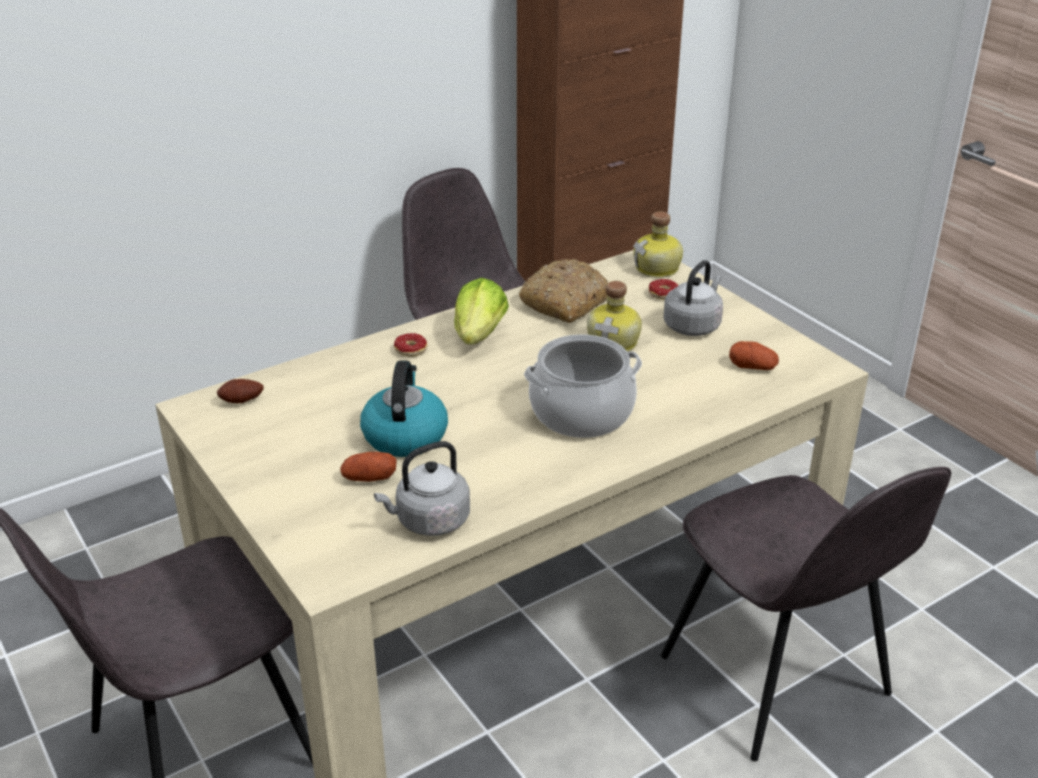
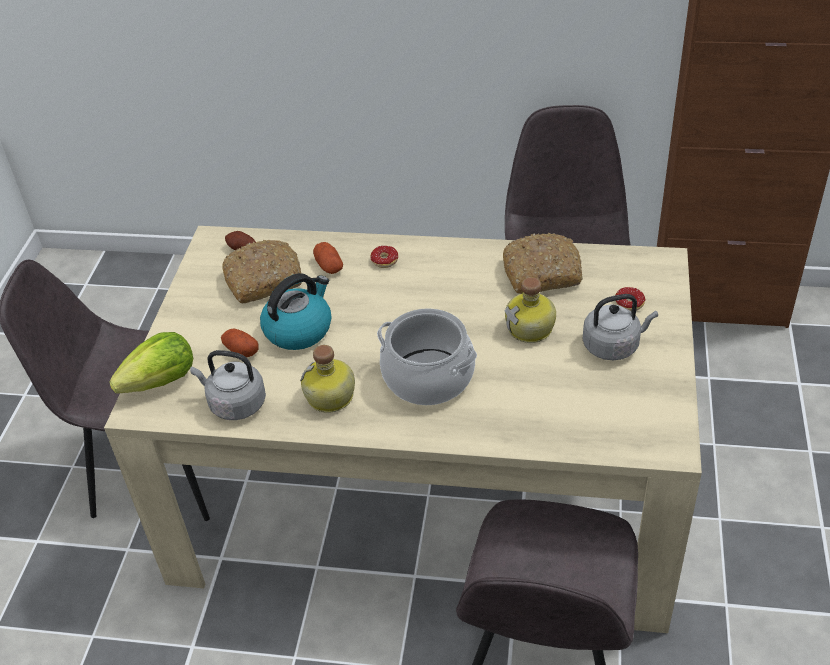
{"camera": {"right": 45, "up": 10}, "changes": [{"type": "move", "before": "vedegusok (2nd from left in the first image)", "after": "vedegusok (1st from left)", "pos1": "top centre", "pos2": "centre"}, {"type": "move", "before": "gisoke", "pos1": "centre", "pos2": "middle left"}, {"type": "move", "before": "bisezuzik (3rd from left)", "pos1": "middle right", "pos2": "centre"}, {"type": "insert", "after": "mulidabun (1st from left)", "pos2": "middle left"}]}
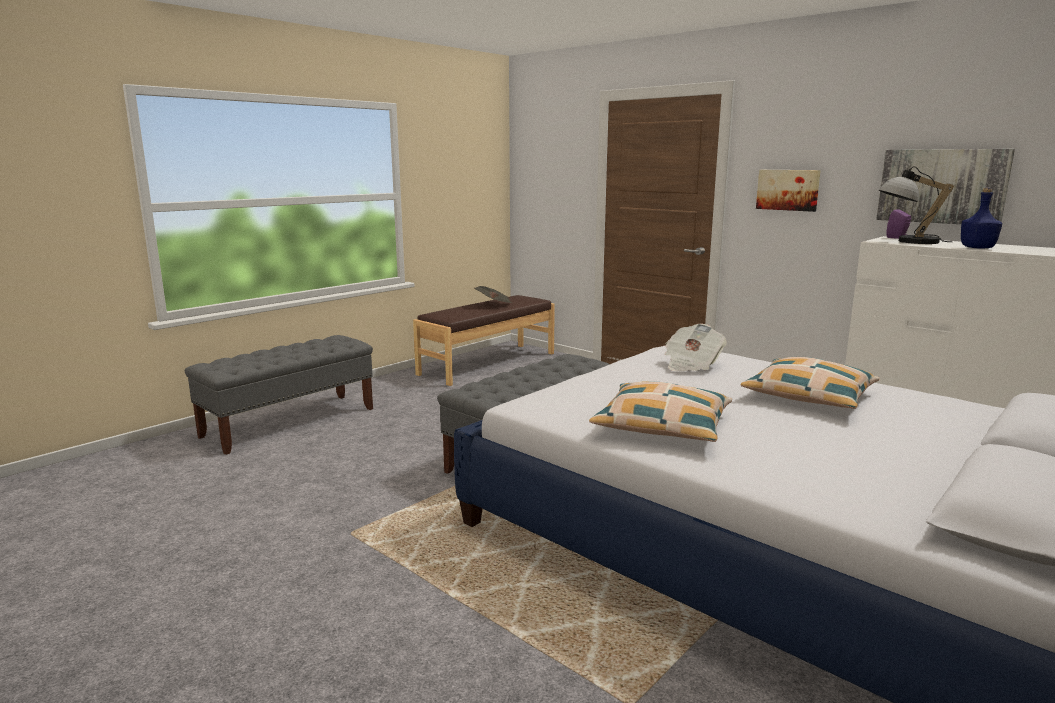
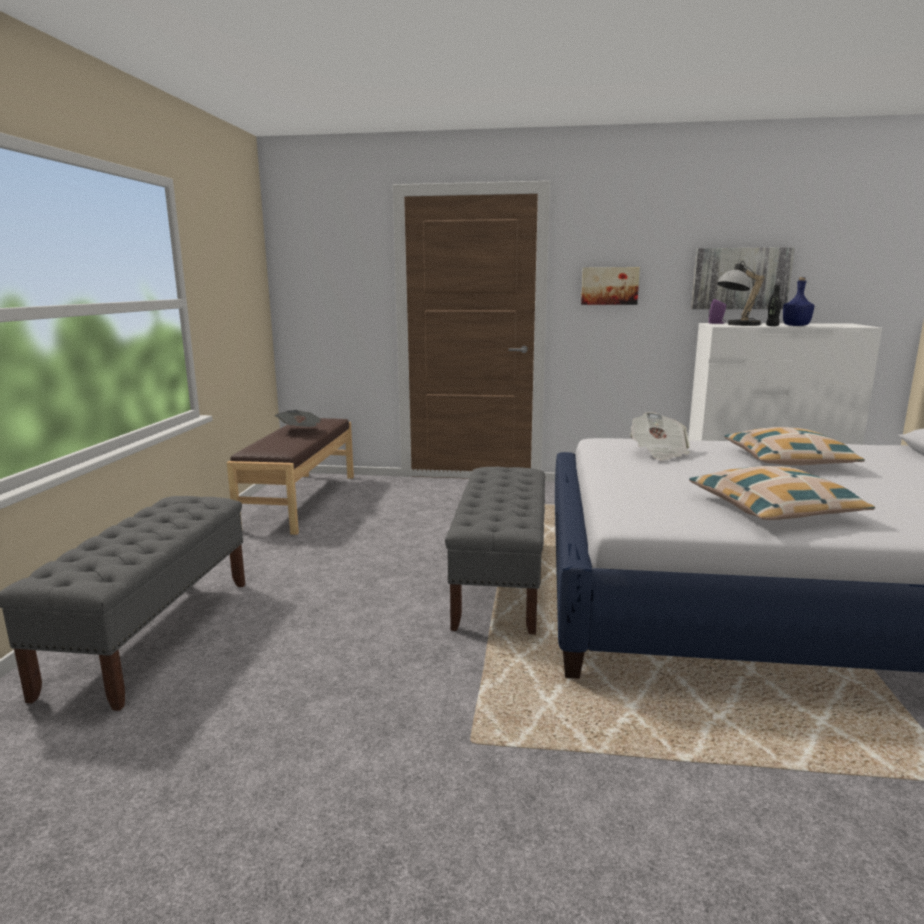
{"camera": {"right": -35, "up": 0}, "changes": [{"type": "insert", "after": "vedegusok (black)", "pos2": "top right"}]}
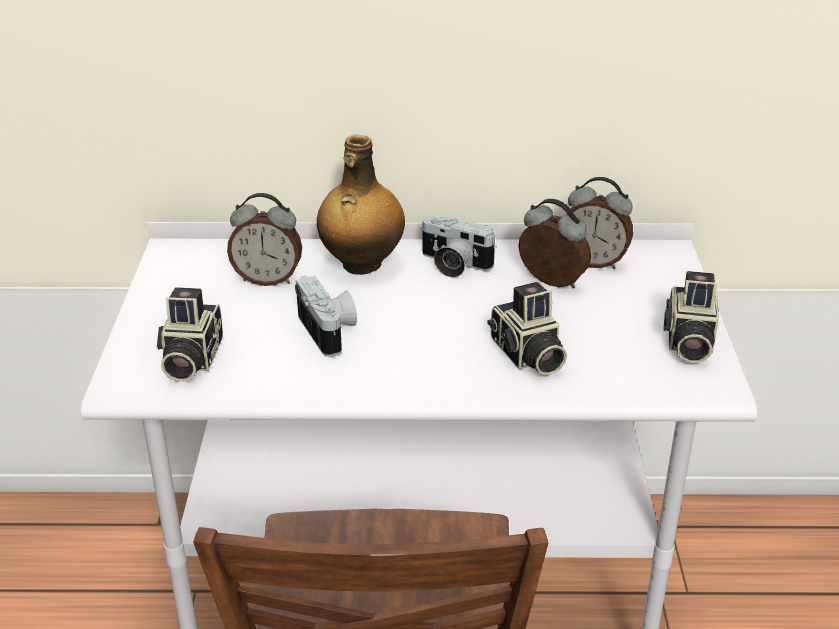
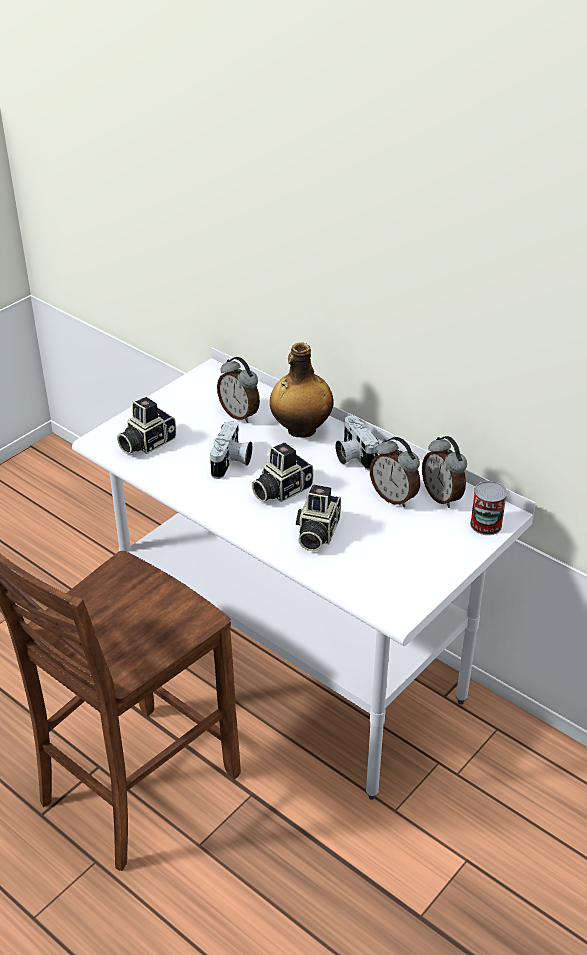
{"camera": {"right": 40, "up": 5}, "changes": [{"type": "rotate", "before": "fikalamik (2nd from left)", "pos1": "centre", "pos2": "middle right", "turn": 150}, {"type": "move", "before": "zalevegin (5th from left in the first image)", "after": "zalevegin (3rd from left)", "pos1": "middle right", "pos2": "centre"}, {"type": "insert", "after": "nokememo", "pos2": "middle right"}]}
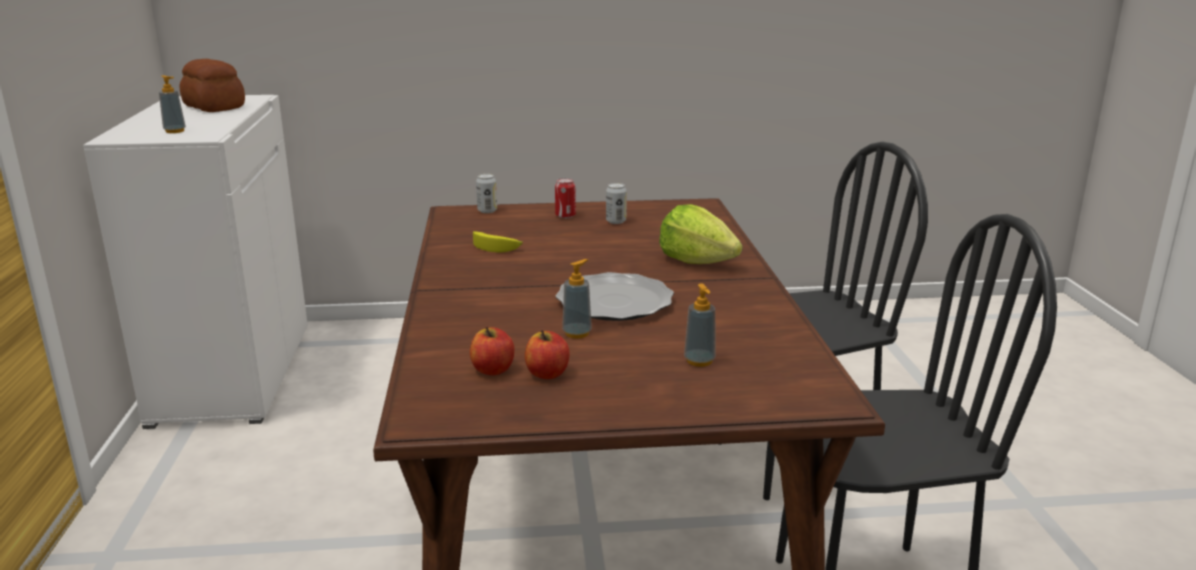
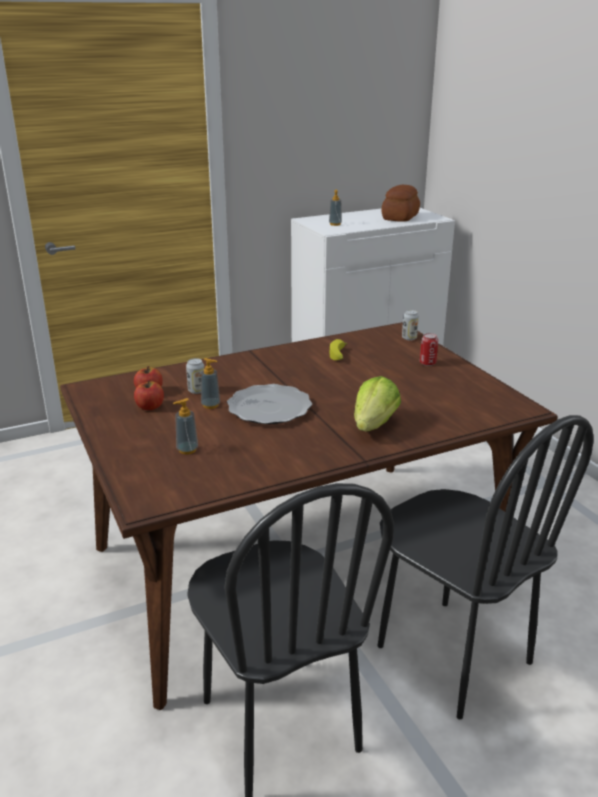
{"camera": {"right": 70, "up": 5}, "changes": [{"type": "move", "before": "nokememo (3rd from left in the first image)", "after": "nokememo (1st from left)", "pos1": "centre", "pos2": "middle left"}]}
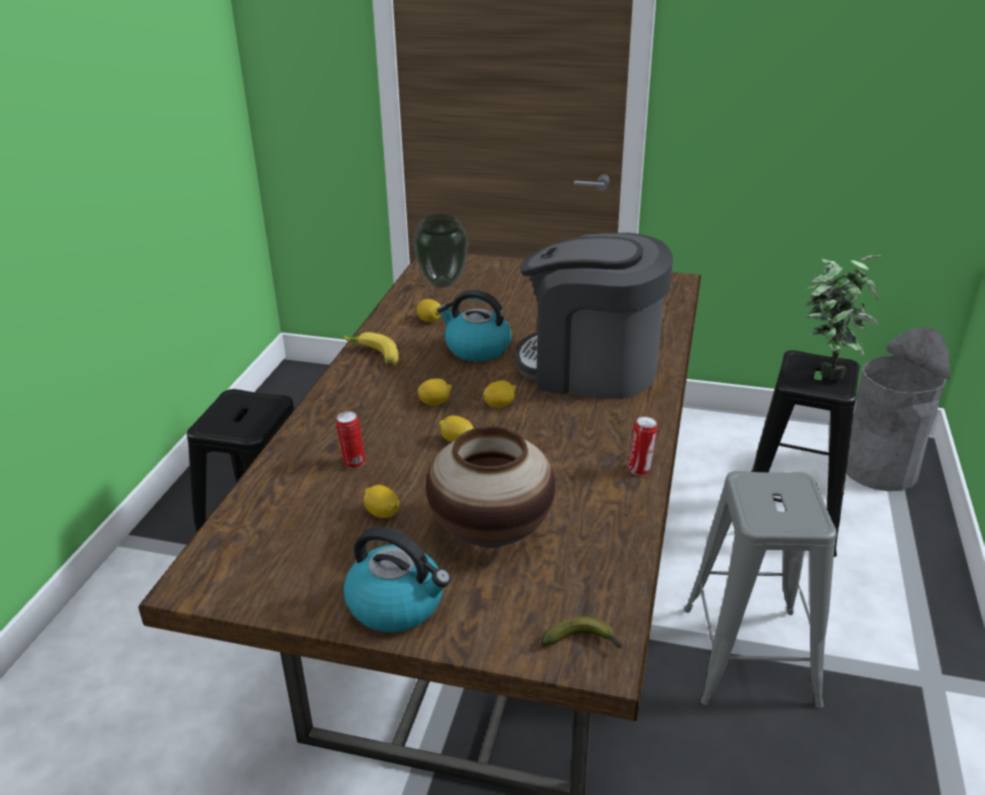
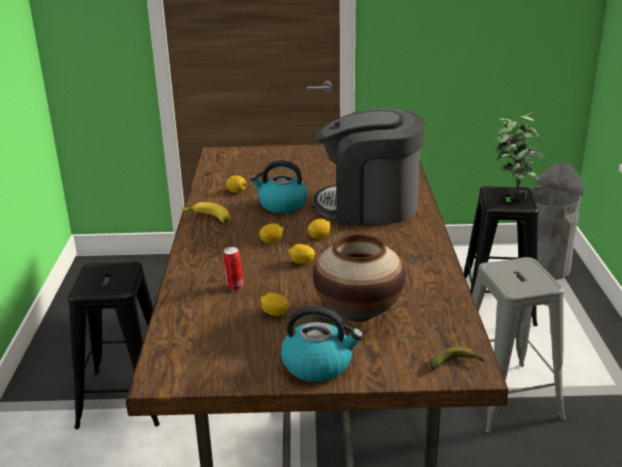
{"camera": {"right": -15, "up": -5}, "changes": [{"type": "delete", "before": "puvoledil (1st from left)", "pos1": "top centre"}, {"type": "delete", "before": "nokememo (2nd from left)", "pos1": "centre"}]}
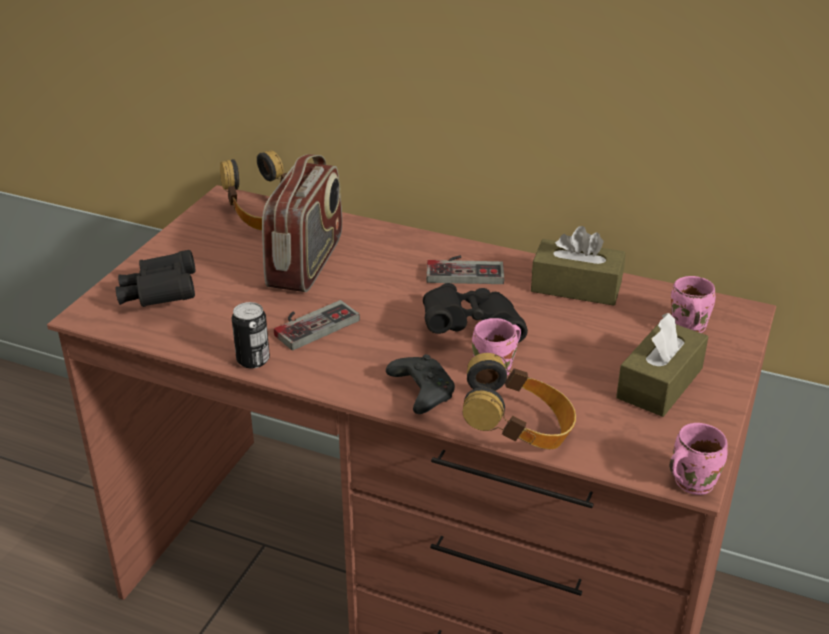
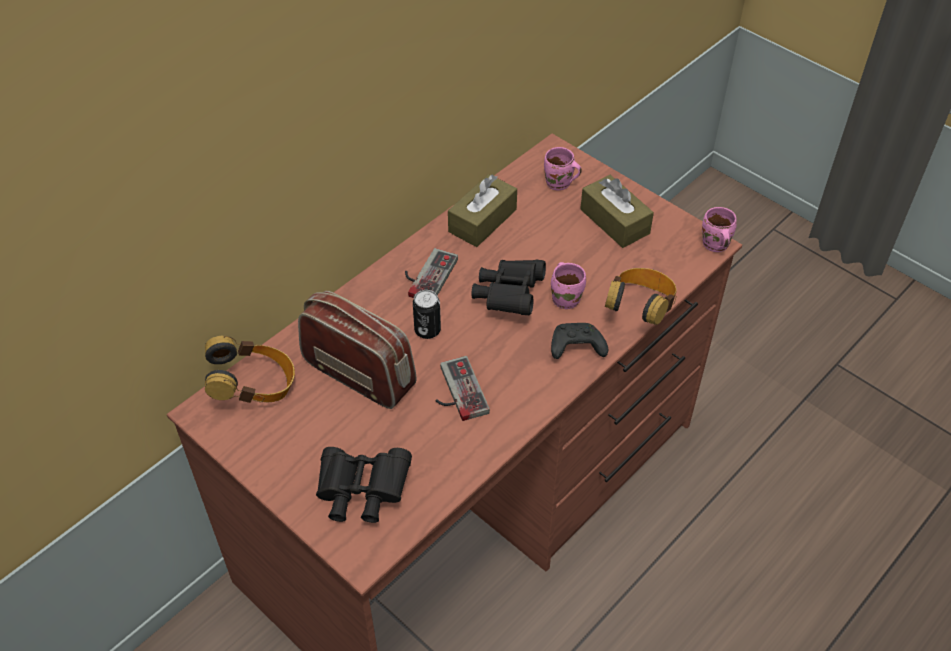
{"camera": {"right": -70, "up": 15}, "changes": [{"type": "move", "before": "nokememo", "pos1": "middle left", "pos2": "centre"}]}
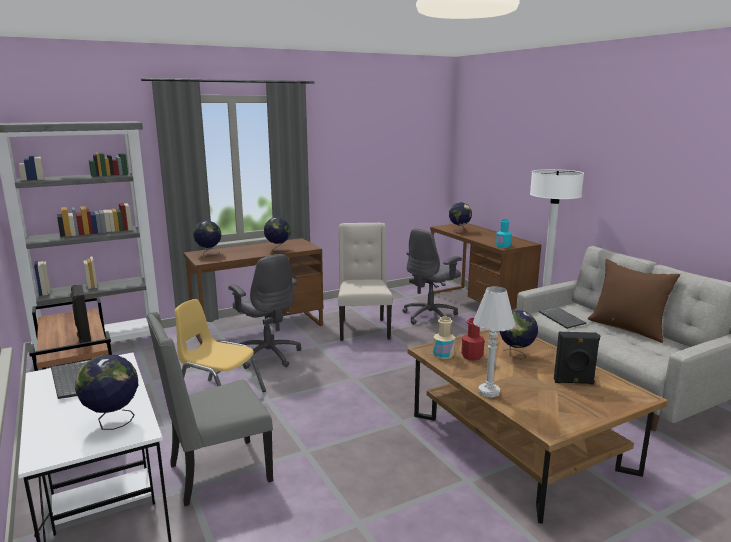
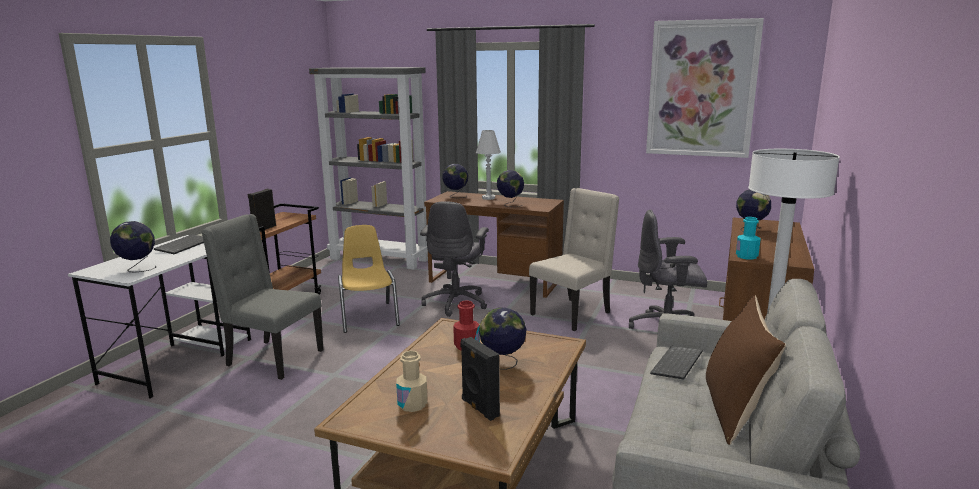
{"camera": {"right": 50, "up": 0}, "changes": [{"type": "move", "before": "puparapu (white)", "pos1": "middle right", "pos2": "centre"}, {"type": "move", "before": "vedegusok (beige)", "pos1": "centre", "pos2": "bottom centre"}, {"type": "insert", "after": "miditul", "pos2": "top right"}]}
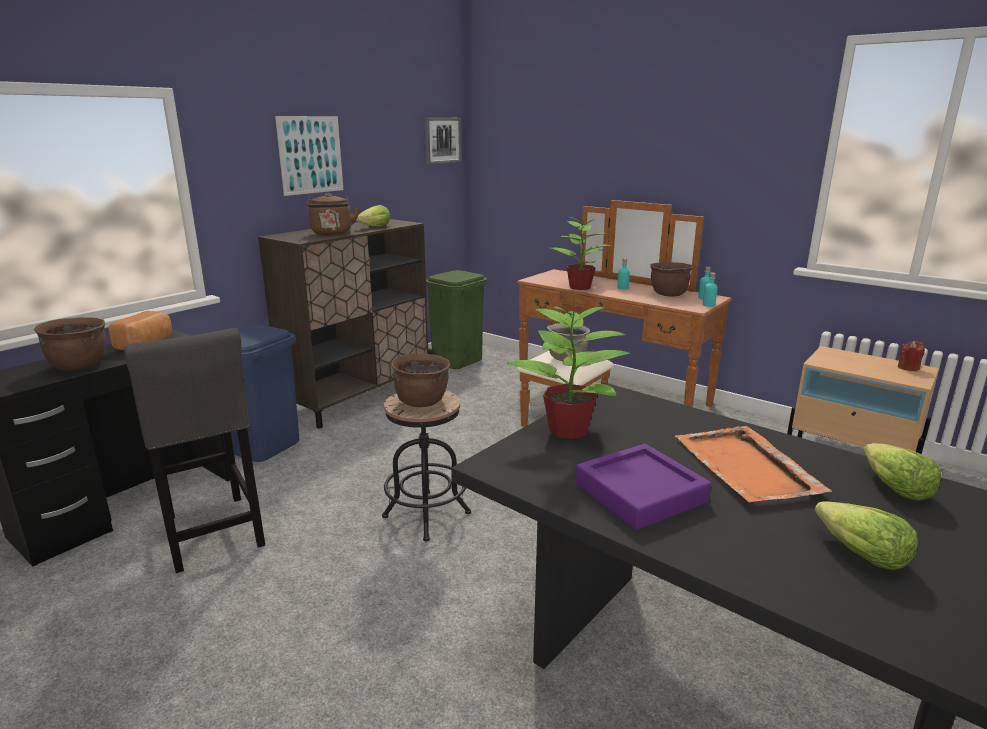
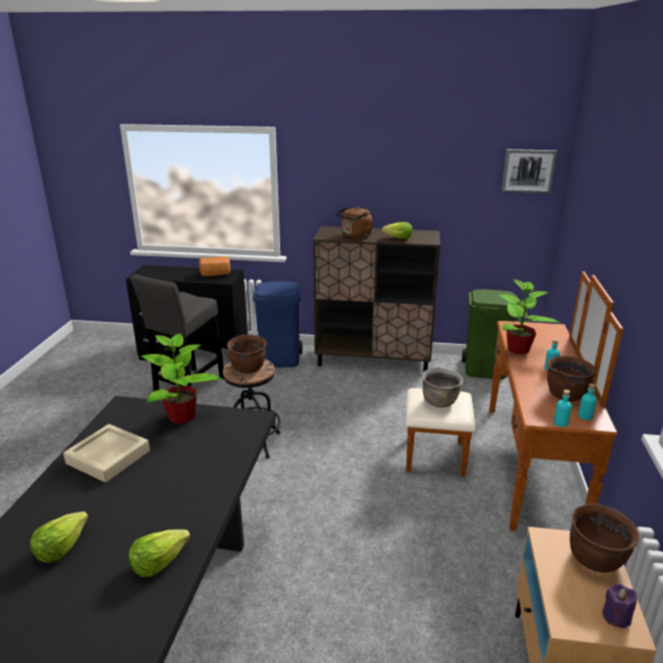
{"camera": {"right": 60, "up": 5}, "changes": [{"type": "delete", "before": "miditul (1st from left)", "pos1": "top left"}, {"type": "move", "before": "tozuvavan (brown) (1st from left in the first image)", "after": "tozuvavan (brown) (4th from left)", "pos1": "middle left", "pos2": "bottom right"}, {"type": "recolor", "before": "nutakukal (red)", "after": "nutakukal (purple)", "pos1": "middle right", "pos2": "bottom right"}, {"type": "delete", "before": "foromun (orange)", "pos1": "middle right"}, {"type": "recolor", "before": "foromun (purple)", "after": "foromun (beige)", "pos1": "bottom centre", "pos2": "bottom left"}]}
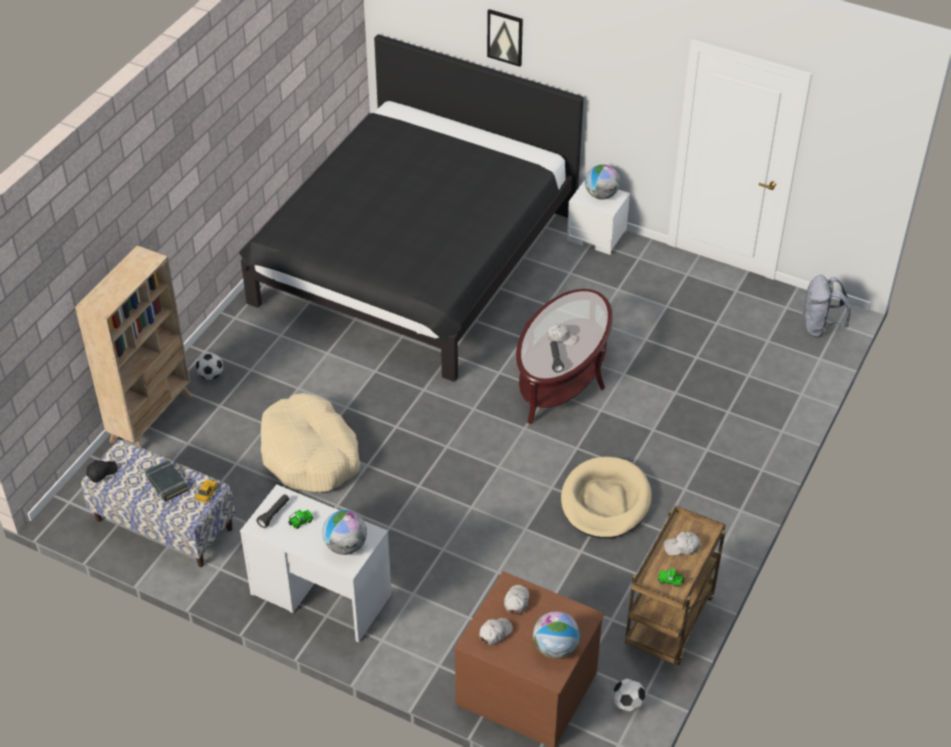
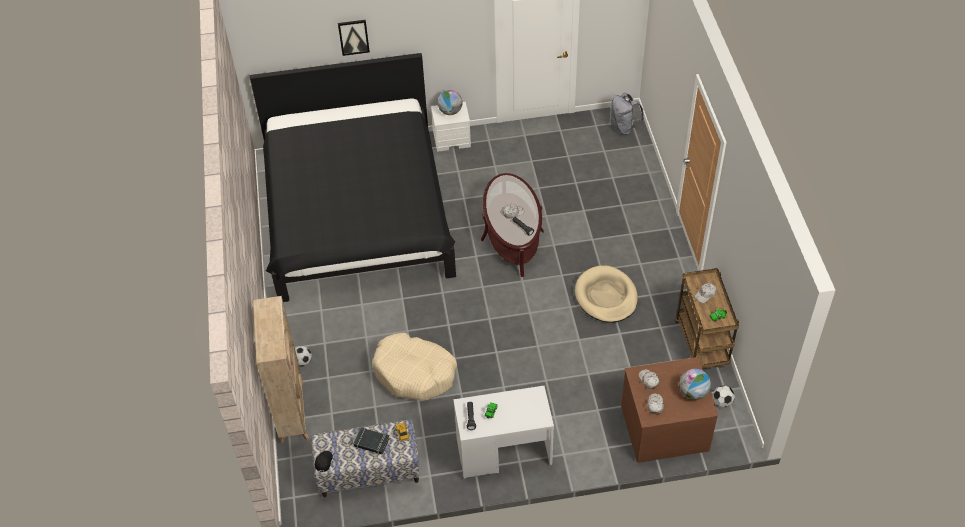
{"camera": {"right": -35, "up": 5}, "changes": [{"type": "delete", "before": "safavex (1st from left)", "pos1": "bottom centre"}]}
